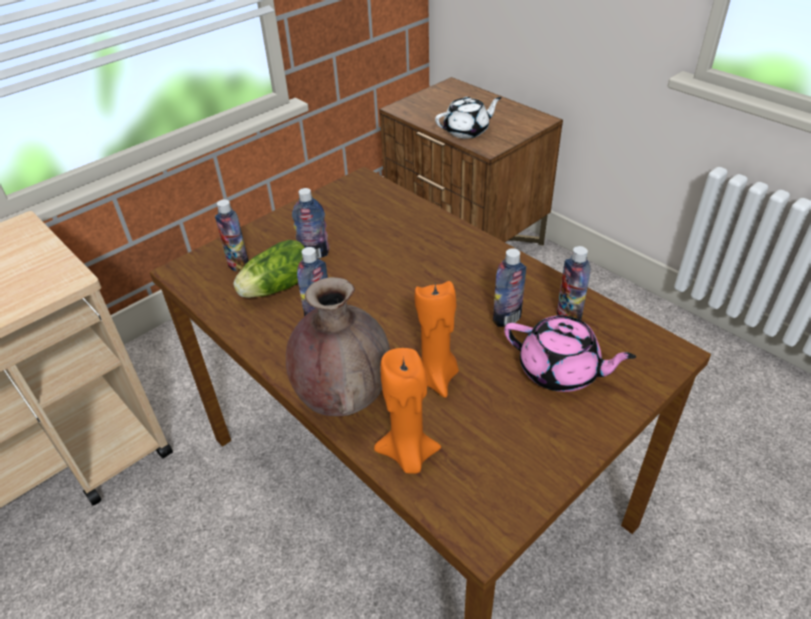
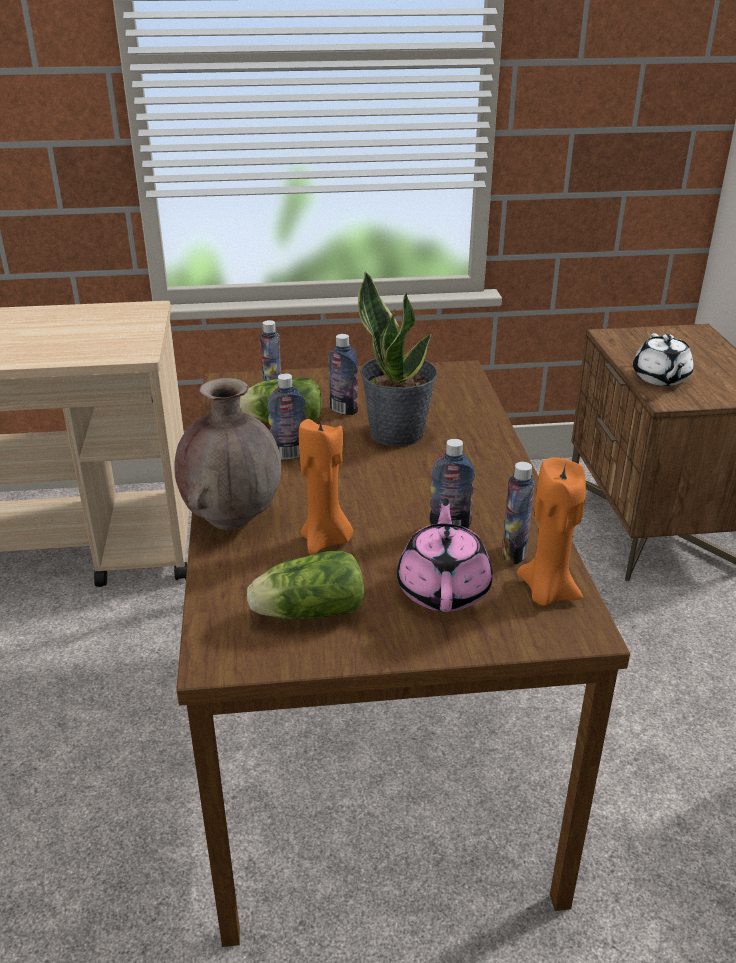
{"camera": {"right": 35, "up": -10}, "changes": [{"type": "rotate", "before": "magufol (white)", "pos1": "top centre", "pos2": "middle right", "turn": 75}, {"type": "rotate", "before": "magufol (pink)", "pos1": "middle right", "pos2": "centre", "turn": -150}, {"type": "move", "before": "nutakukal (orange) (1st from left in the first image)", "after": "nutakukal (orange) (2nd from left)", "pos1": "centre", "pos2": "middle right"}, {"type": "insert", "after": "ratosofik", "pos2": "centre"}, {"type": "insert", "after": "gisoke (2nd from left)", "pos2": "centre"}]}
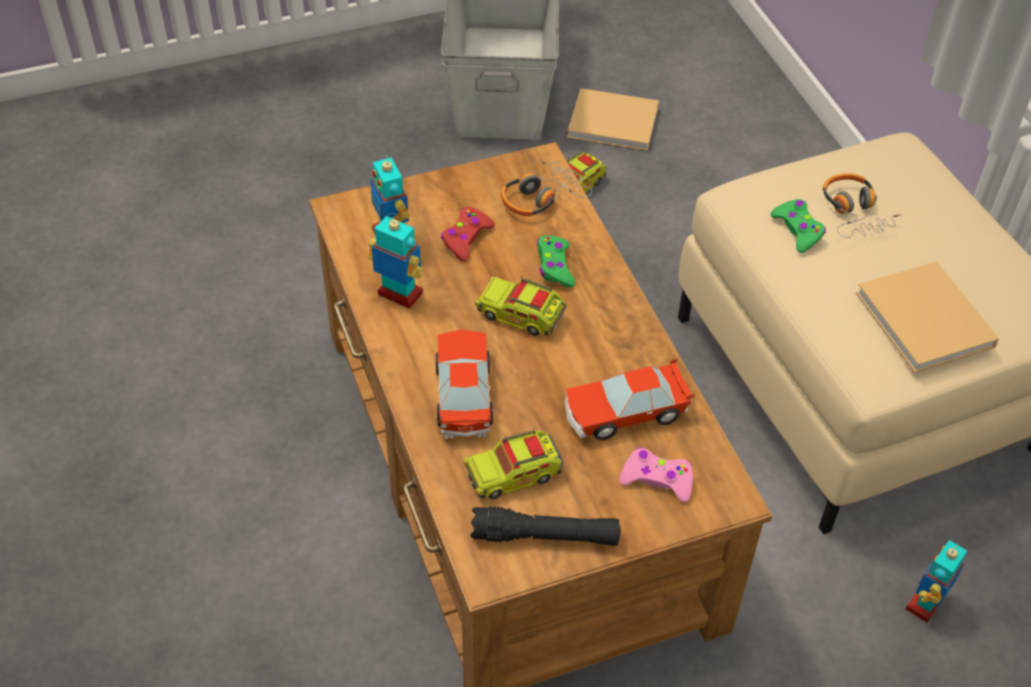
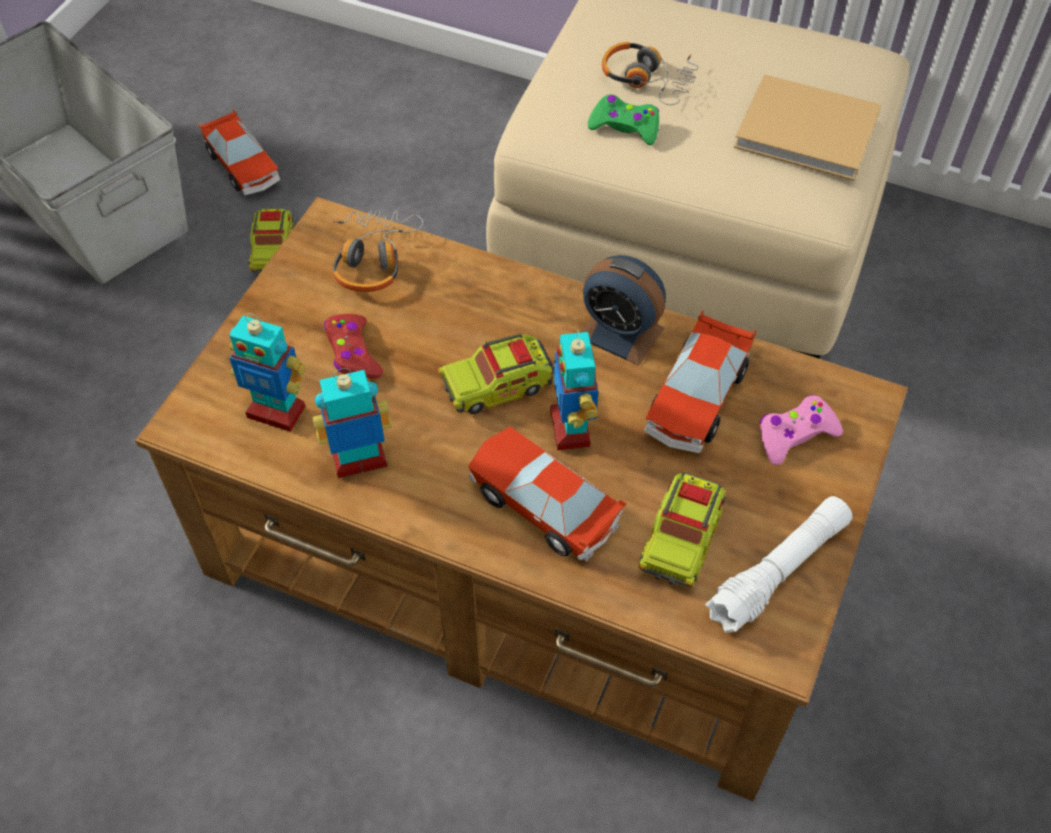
{"camera": {"right": -45, "up": 5}, "changes": [{"type": "replace", "before": "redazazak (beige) (1st from left)", "after": "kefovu (1st from left)", "pos1": "top centre", "pos2": "top left"}, {"type": "delete", "before": "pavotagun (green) (1st from left)", "pos1": "centre"}, {"type": "recolor", "before": "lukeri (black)", "after": "lukeri (white)", "pos1": "bottom centre", "pos2": "bottom right"}, {"type": "move", "before": "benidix (3rd from left)", "pos1": "bottom right", "pos2": "centre"}, {"type": "insert", "after": "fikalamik", "pos2": "centre"}]}
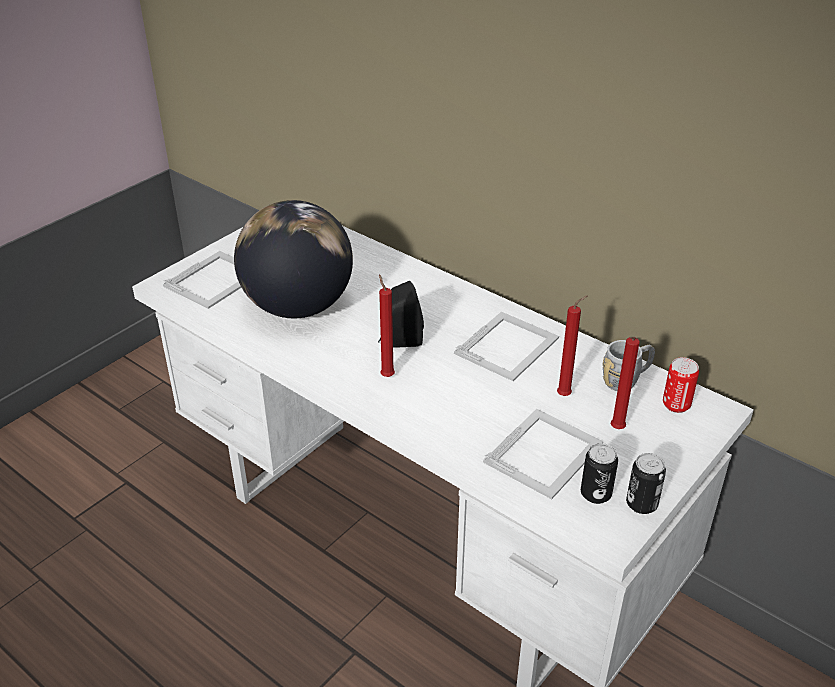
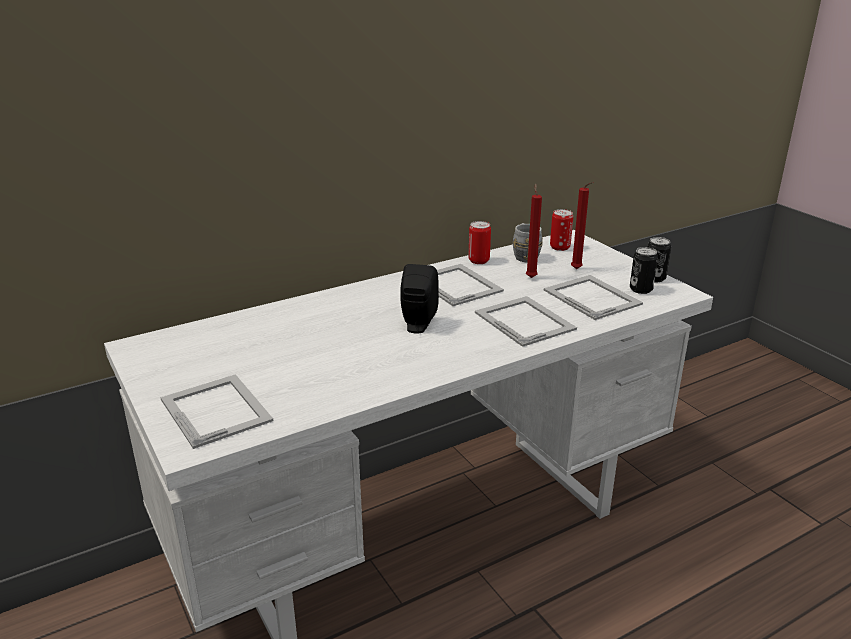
{"camera": {"right": -70, "up": -10}, "changes": [{"type": "delete", "before": "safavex", "pos1": "centre"}, {"type": "delete", "before": "nutakukal (red) (1st from left)", "pos1": "centre"}, {"type": "insert", "after": "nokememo (1st from left)", "pos2": "centre"}, {"type": "insert", "after": "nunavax (3rd from left)", "pos2": "centre"}]}
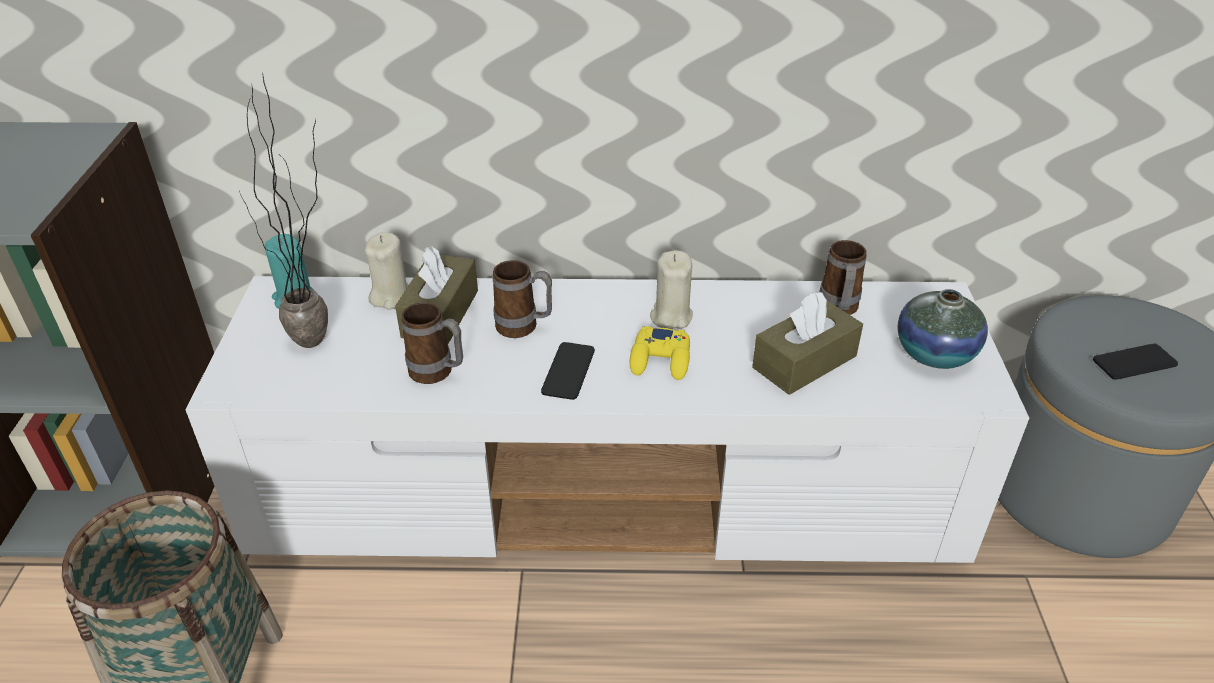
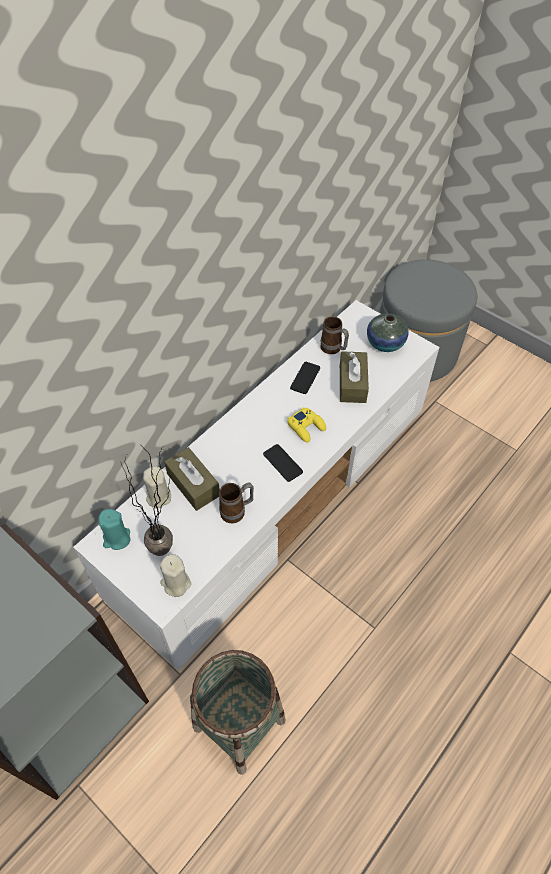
{"camera": {"right": -50, "up": 15}, "changes": [{"type": "move", "before": "nutakukal (beige) (2nd from left)", "pos1": "centre", "pos2": "middle left"}, {"type": "delete", "before": "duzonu (2nd from left)", "pos1": "centre"}, {"type": "move", "before": "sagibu (2nd from left)", "pos1": "middle right", "pos2": "centre"}]}
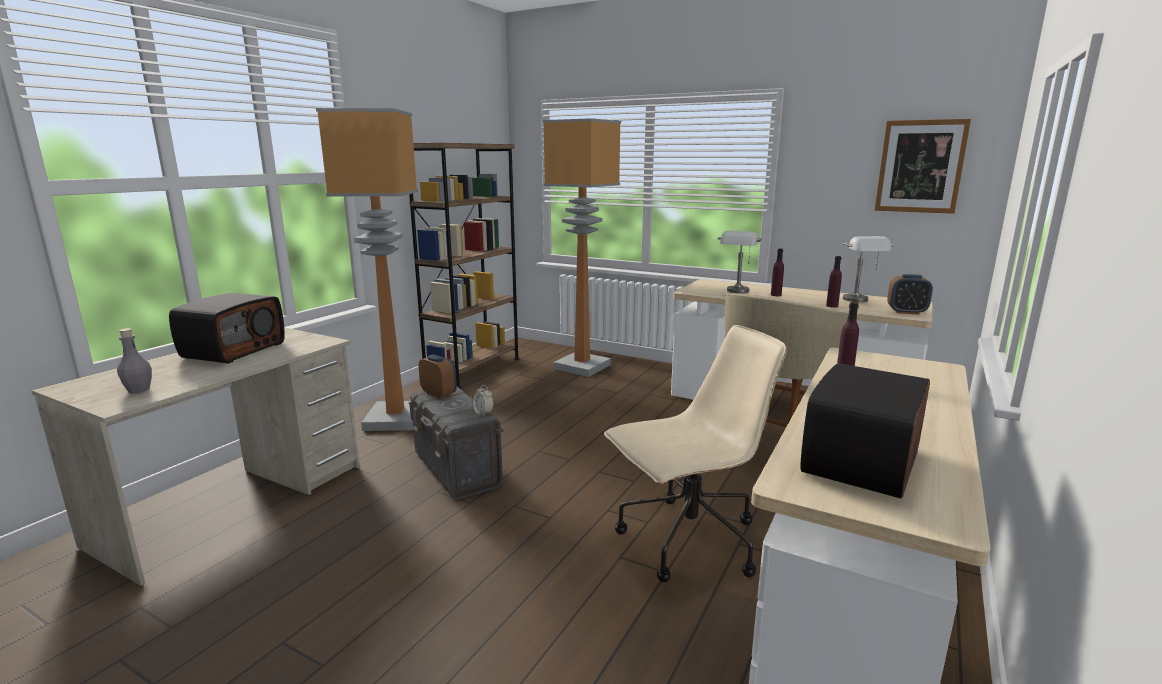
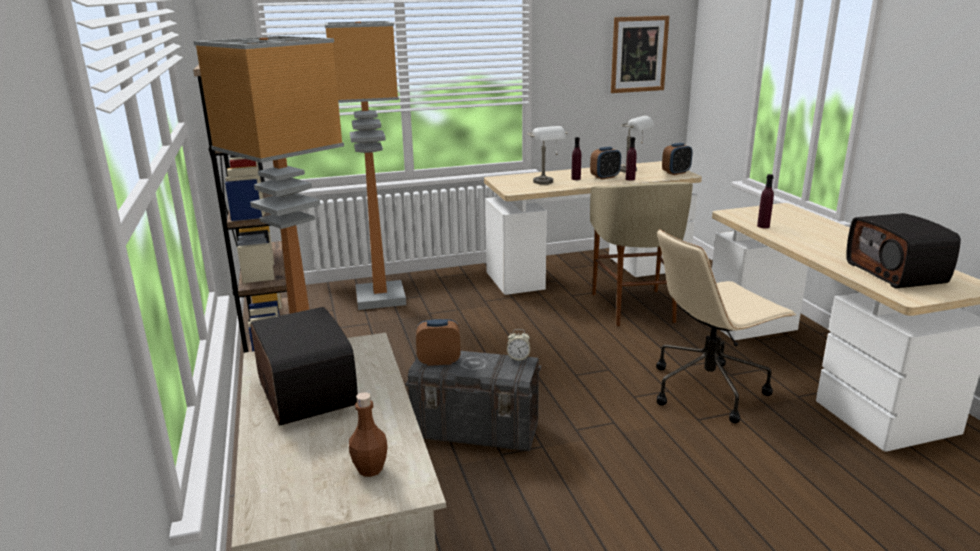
{"camera": {"right": -45, "up": 5}, "changes": [{"type": "rotate", "before": "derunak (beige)", "pos1": "centre", "pos2": "middle right", "turn": -135}, {"type": "recolor", "before": "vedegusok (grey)", "after": "vedegusok (brown)", "pos1": "middle left", "pos2": "bottom centre"}, {"type": "insert", "after": "fikalamik (3rd from left)", "pos2": "top centre"}]}
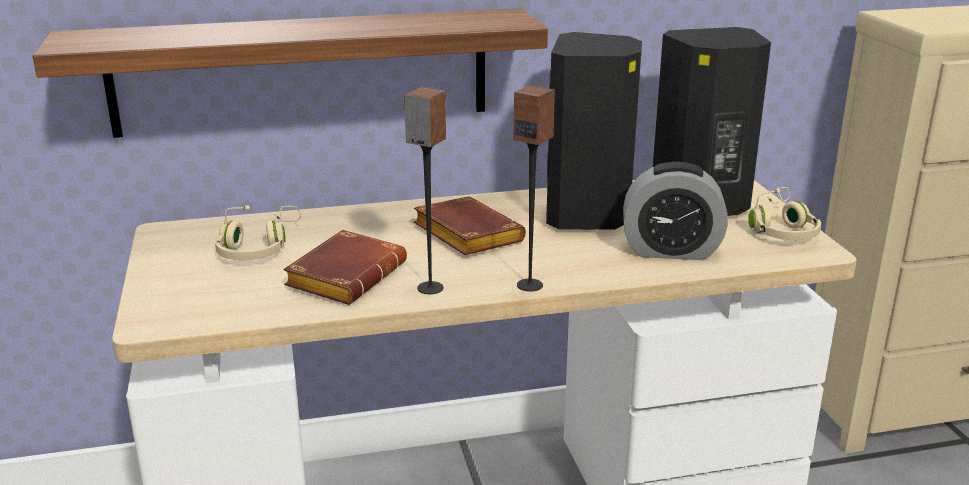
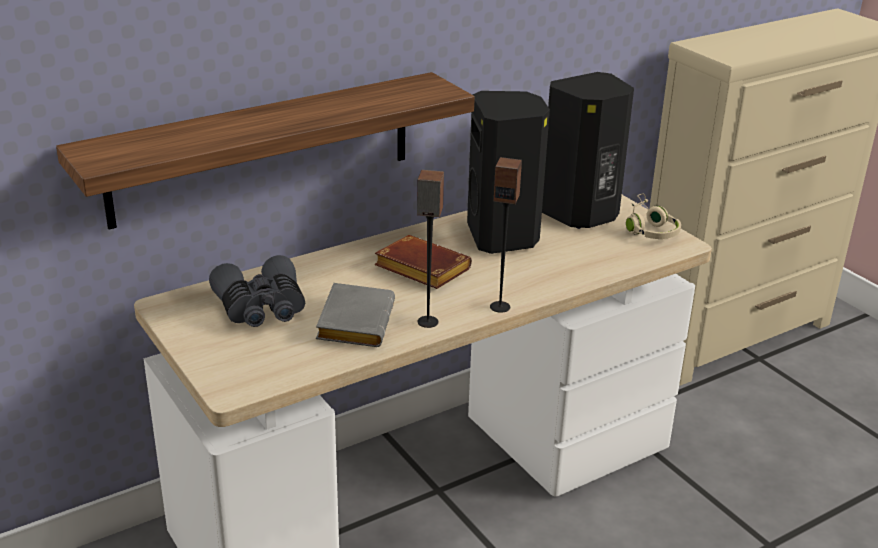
{"camera": {"right": -20, "up": 5}, "changes": [{"type": "delete", "before": "fikalamik", "pos1": "middle right"}, {"type": "replace", "before": "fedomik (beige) (1st from left)", "after": "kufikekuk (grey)", "pos1": "middle left", "pos2": "middle left"}, {"type": "recolor", "before": "redazazak (brown) (1st from left)", "after": "redazazak (grey)", "pos1": "centre", "pos2": "centre"}]}
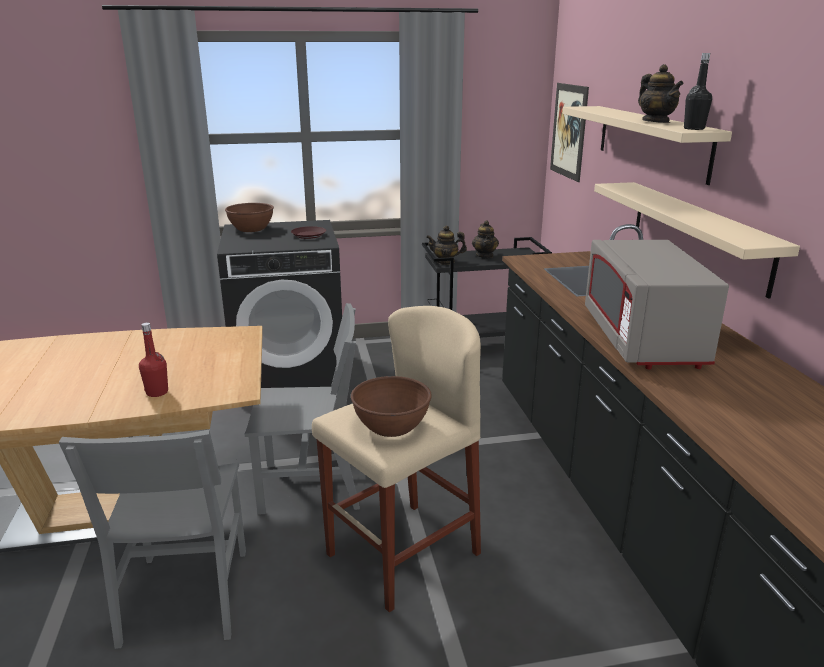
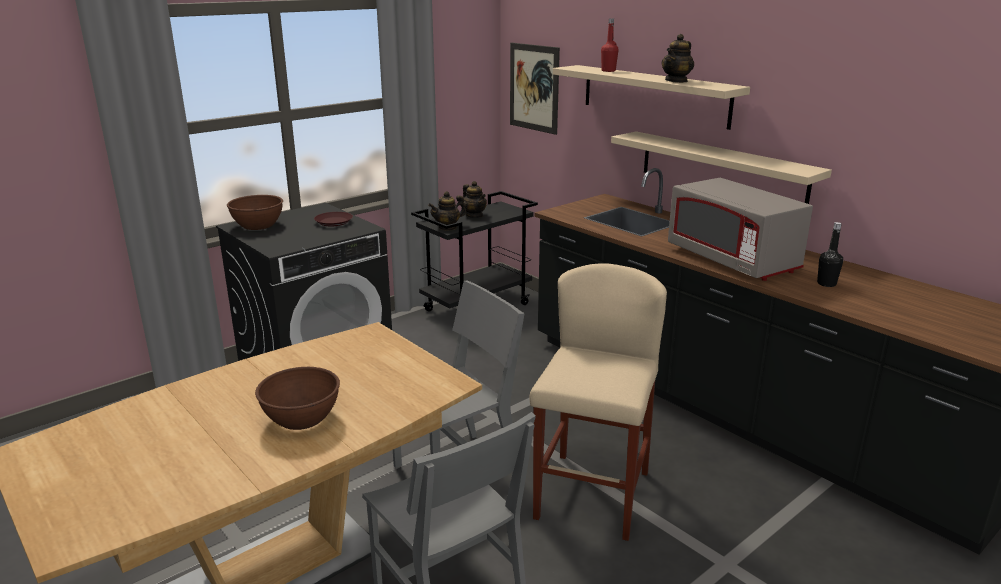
{"camera": {"right": -30, "up": 0}, "changes": [{"type": "move", "before": "vedegusok (black)", "pos1": "top right", "pos2": "middle right"}, {"type": "rotate", "before": "magufol (3rd from left)", "pos1": "top right", "pos2": "top right", "turn": 90}, {"type": "move", "before": "vedegusok (red)", "pos1": "middle left", "pos2": "top centre"}, {"type": "move", "before": "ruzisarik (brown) (2nd from left)", "pos1": "centre", "pos2": "bottom left"}]}
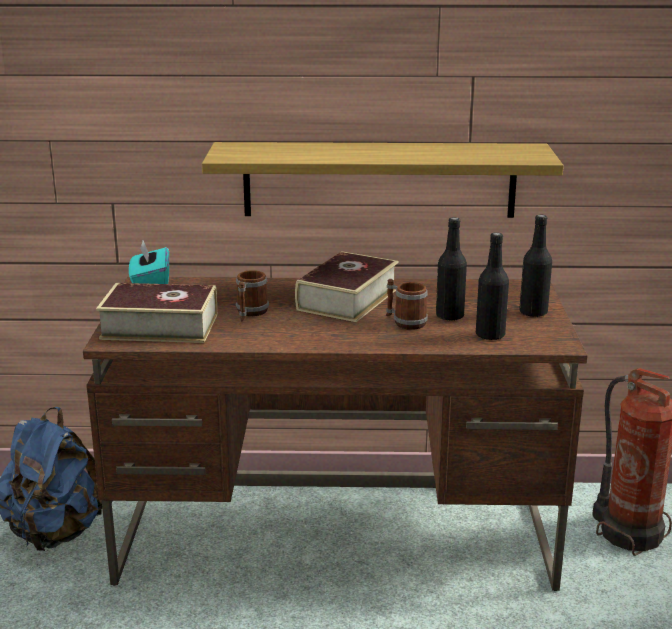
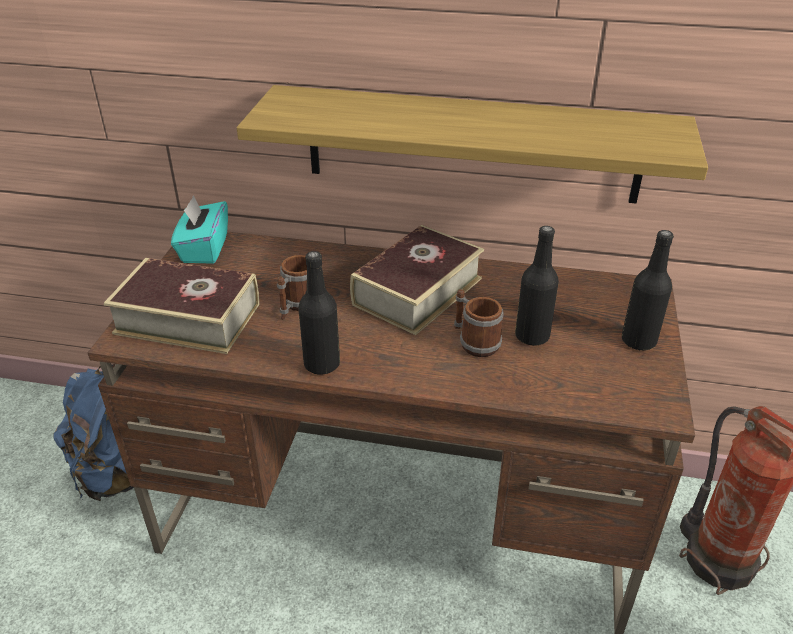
{"camera": {"right": 10, "up": 15}, "changes": [{"type": "move", "before": "vedegusok (black) (2nd from left in the first image)", "after": "vedegusok (black) (1st from left)", "pos1": "middle right", "pos2": "centre"}]}
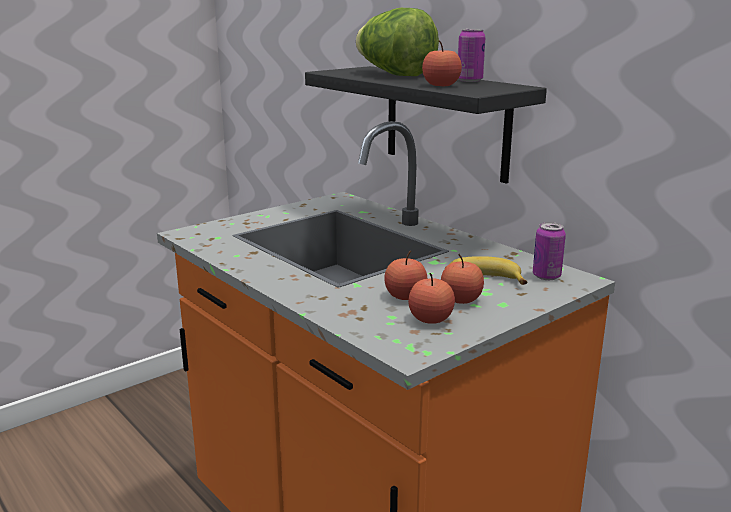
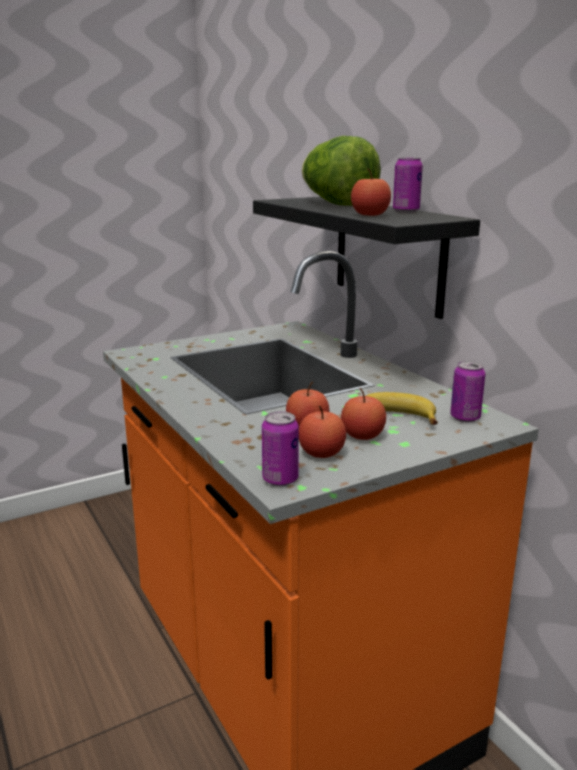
{"camera": {"right": 10, "up": 0}, "changes": [{"type": "insert", "after": "nokememo (1st from left)", "pos2": "centre"}]}
